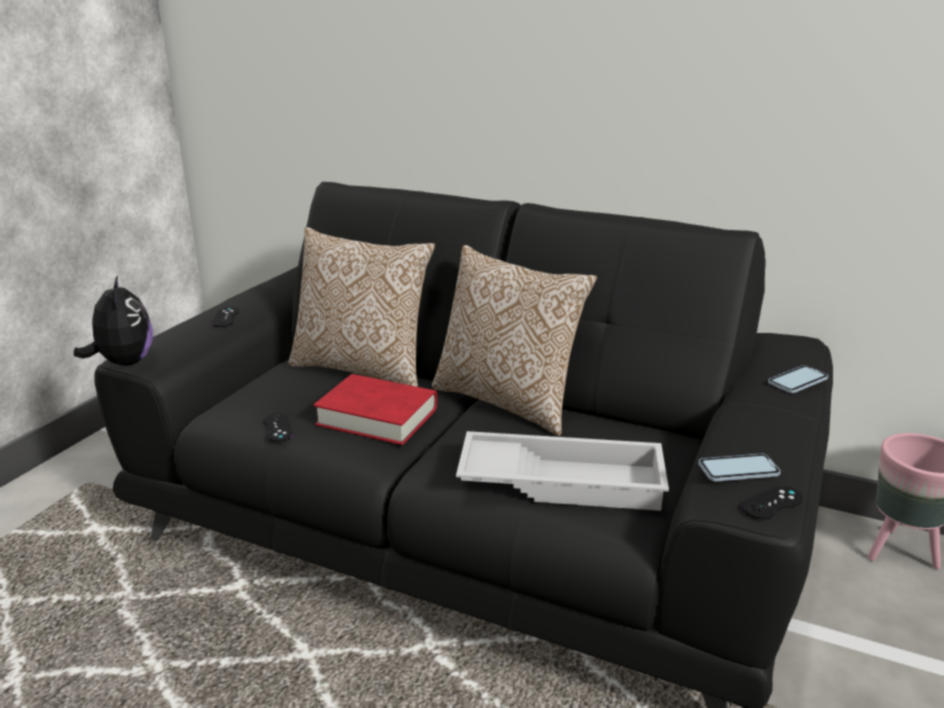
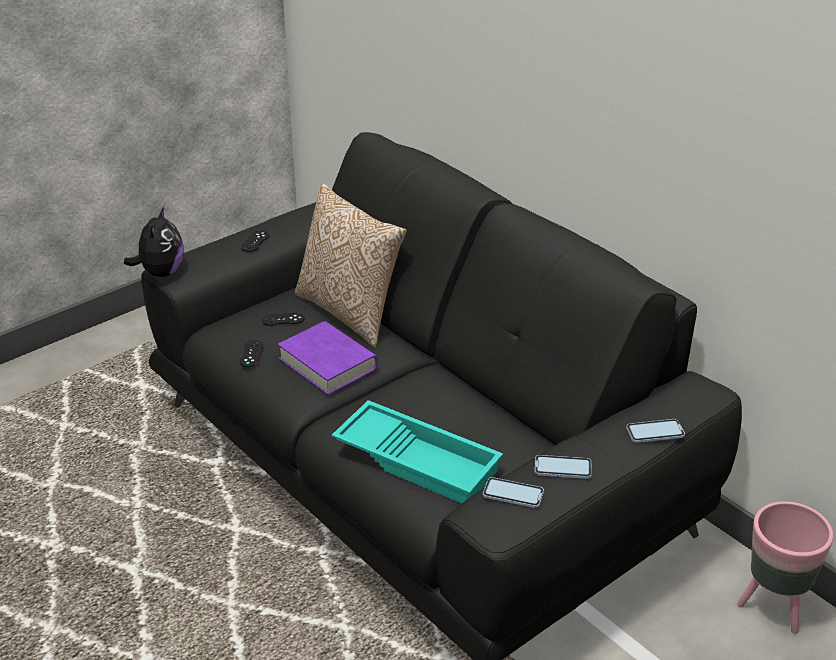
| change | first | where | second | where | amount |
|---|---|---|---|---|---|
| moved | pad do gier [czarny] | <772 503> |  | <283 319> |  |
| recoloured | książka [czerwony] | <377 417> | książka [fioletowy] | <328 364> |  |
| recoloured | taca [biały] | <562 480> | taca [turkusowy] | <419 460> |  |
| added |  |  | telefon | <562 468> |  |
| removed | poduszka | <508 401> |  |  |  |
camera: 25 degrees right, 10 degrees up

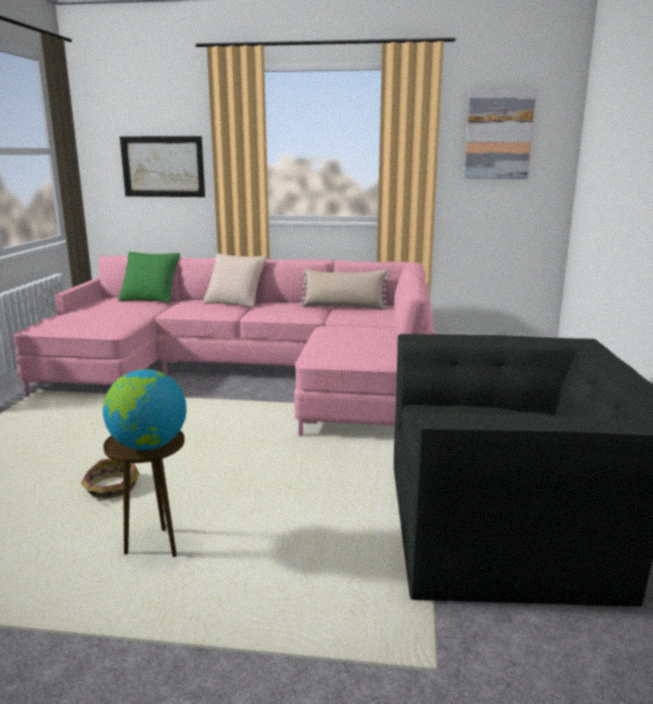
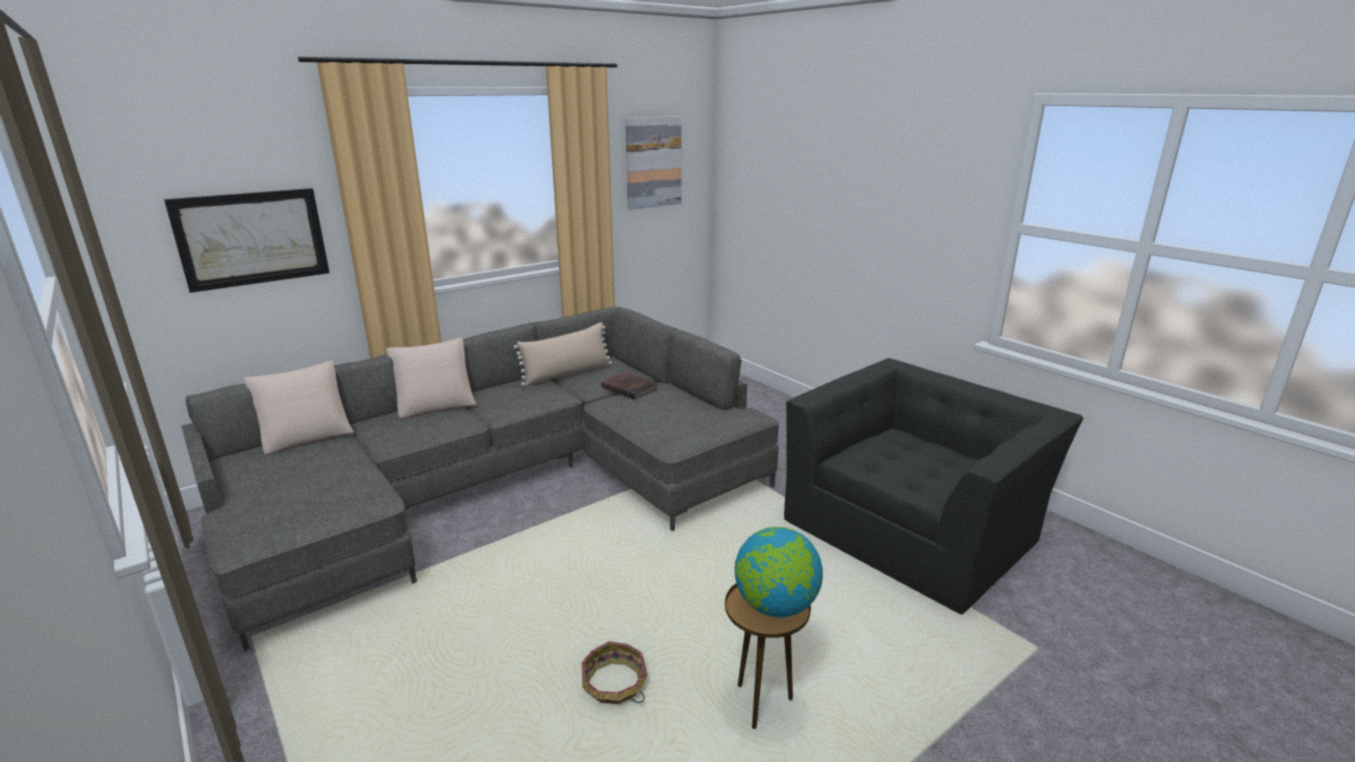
| change | first | where | second | where | amount |
|---|---|---|---|---|---|
| recoloured | kanapa [różowy] | <255 375> | kanapa [szary] | <505 485> |  |
| recoloured | poduszka [zielony] | <151 298> | poduszka [beżowy] | <306 435> |  |
| added |  |  | książka [brązowy] | <629 387> |  |
camera: 45 degrees left, 5 degrees up

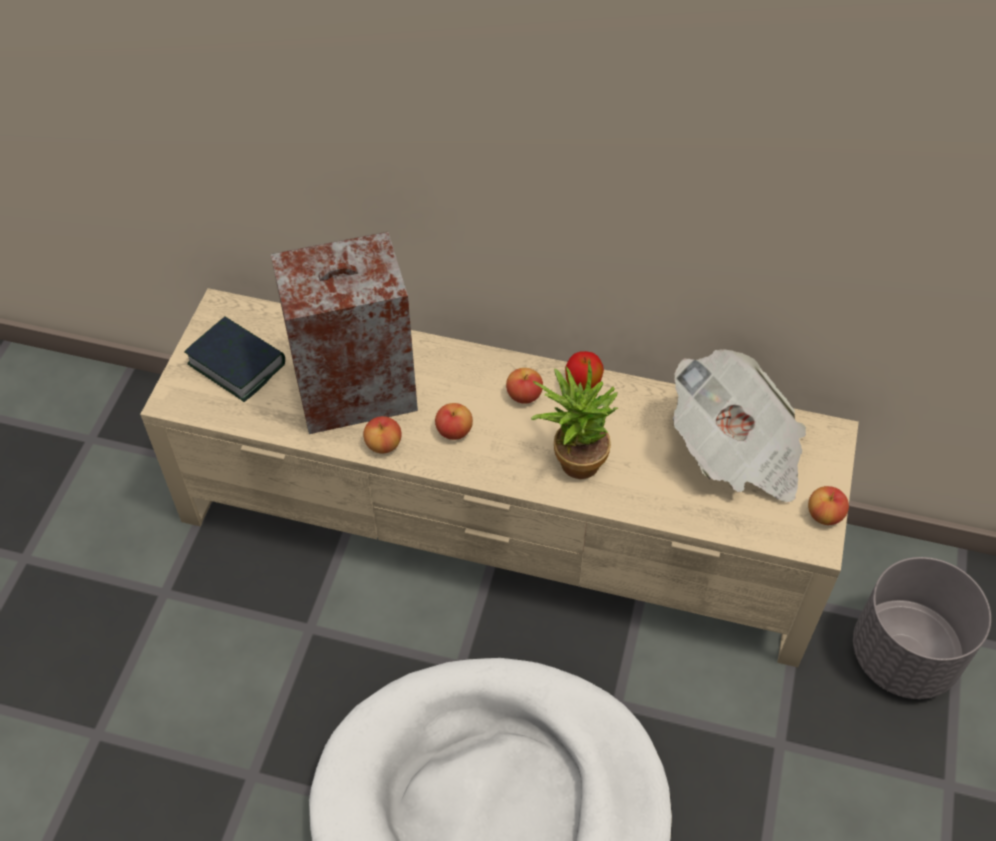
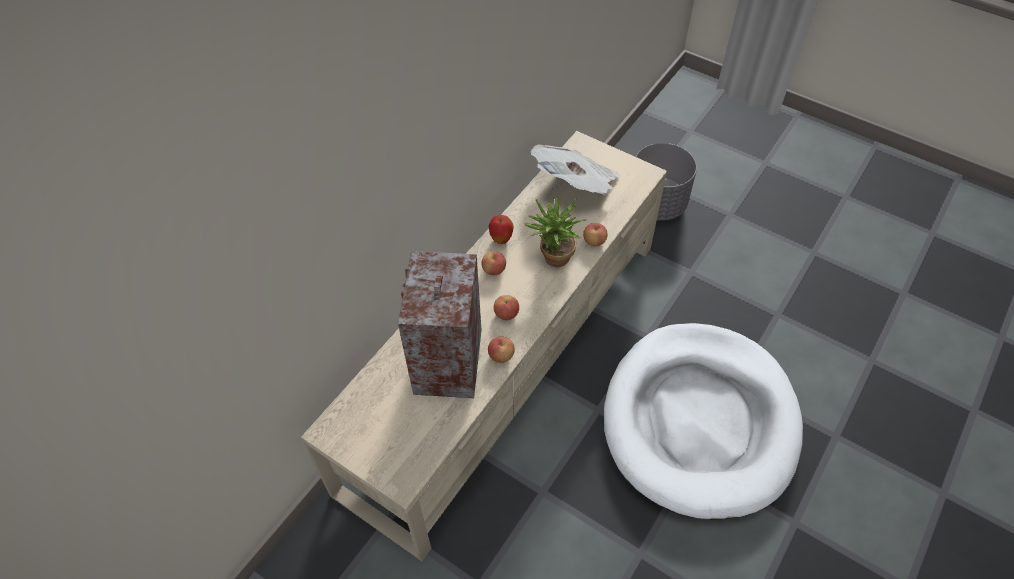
| change | first | where | second | where | amount |
|---|---|---|---|---|---|
| moved | jabłko | <824 515> |  | <594 241> |  |
| removed | książka | <237 364> |  |  |  |
camera: 70 degrees left, 0 degrees up

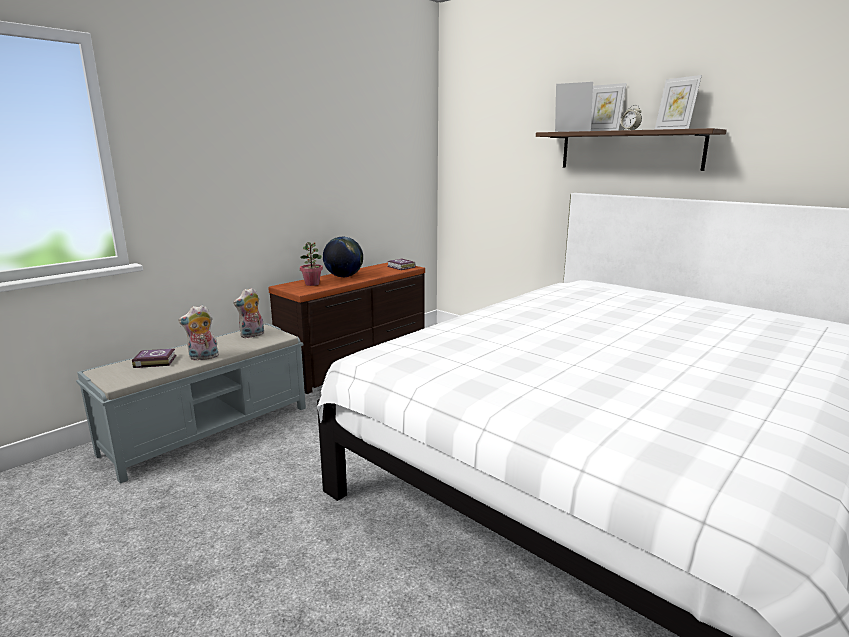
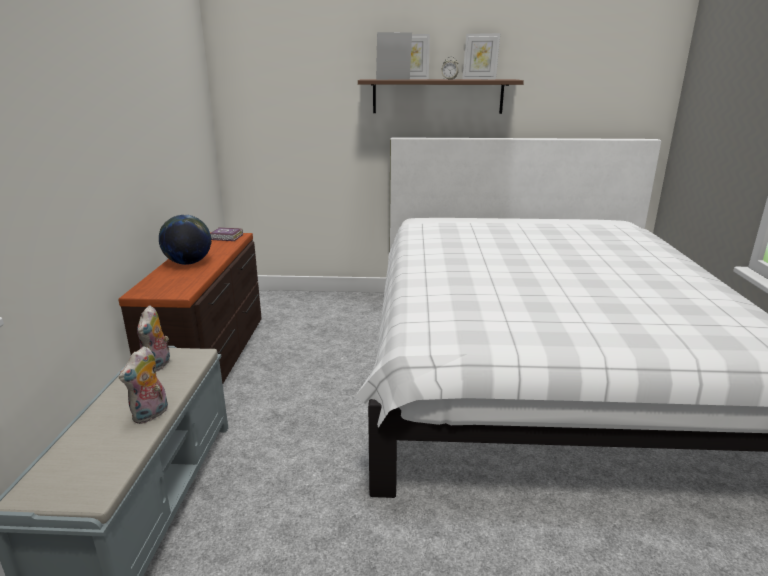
| change | first | where | second | where | amount |
|---|---|---|---|---|---|
| removed | książka | <154 361> |  |  |  |
| removed | roślina doniczkowa | <312 284> |  |  |  |
camera: 40 degrees left, 5 degrees up

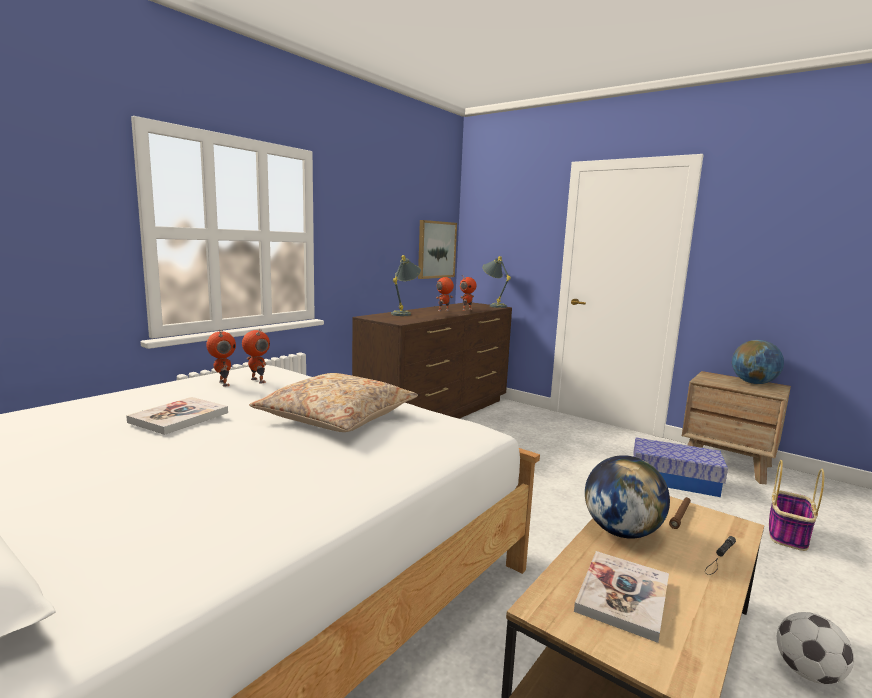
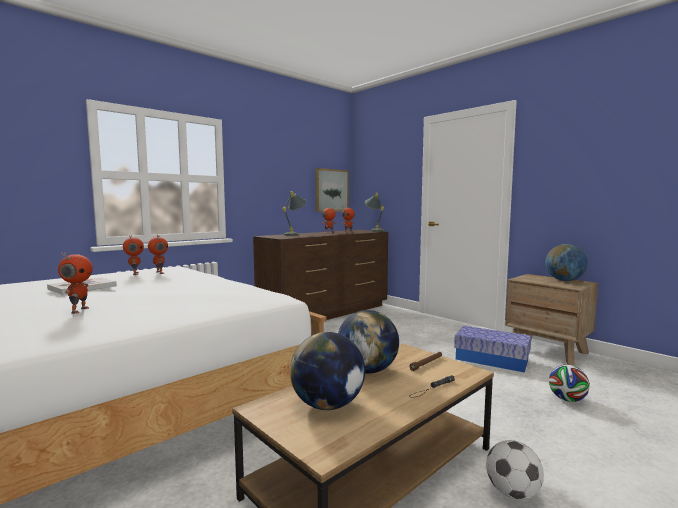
| change | first | where | second | where | amount |
|---|---|---|---|---|---|
| added |  |  | robot zabawkowy | <78 310> |  |
| replaced | książka | <623 596> | globus | <328 405> |  |
| replaced | koszyk | <787 534> | piłka futbolowa | <567 399> |  |
| removed | poduszka [beżowy] | <337 417> |  |  |  |
camera: 10 degrees right, 5 degrees down

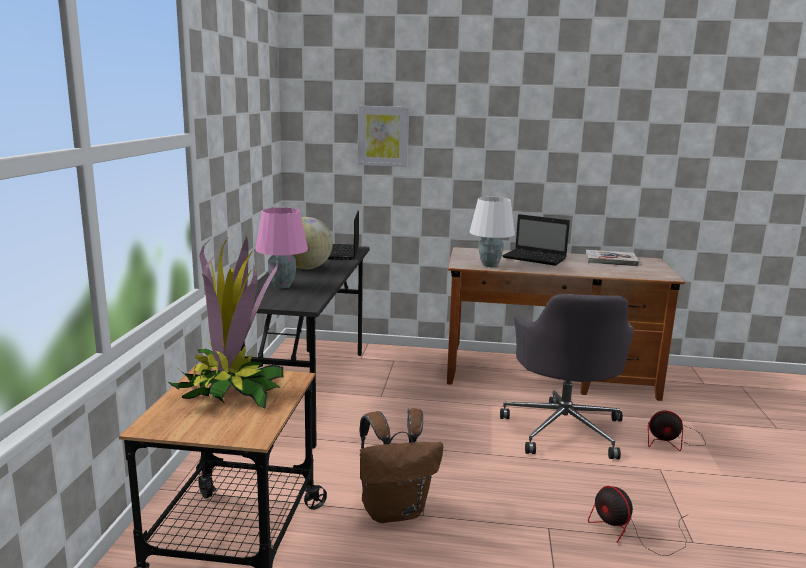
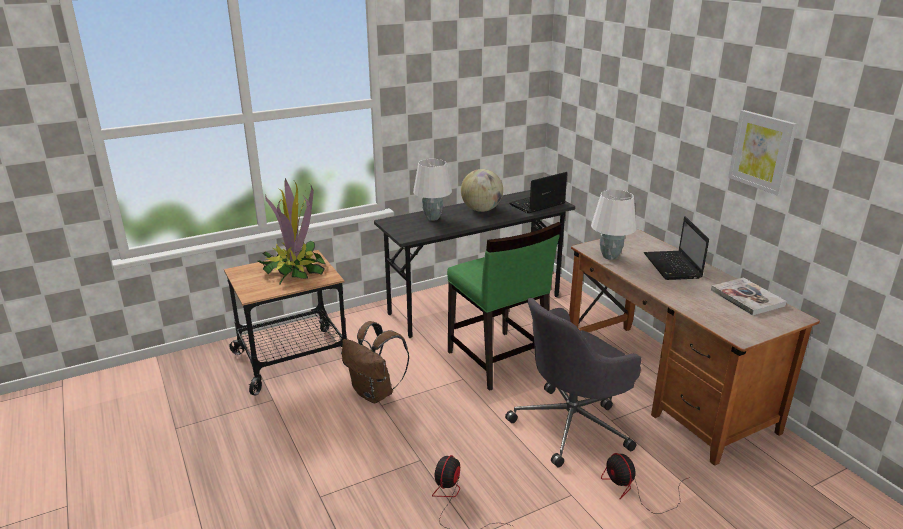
| change | first | where | second | where | amount |
|---|---|---|---|---|---|
| recoloured | lampa stołowa [różowy] | <283 286> | lampa stołowa [biały] | <432 218> |  |
| added |  |  | krzesło [zielony] | <497 360> |  |
| moved | obraz | <383 136> |  | <762 151> |  |
camera: 55 degrees right, 10 degrees up

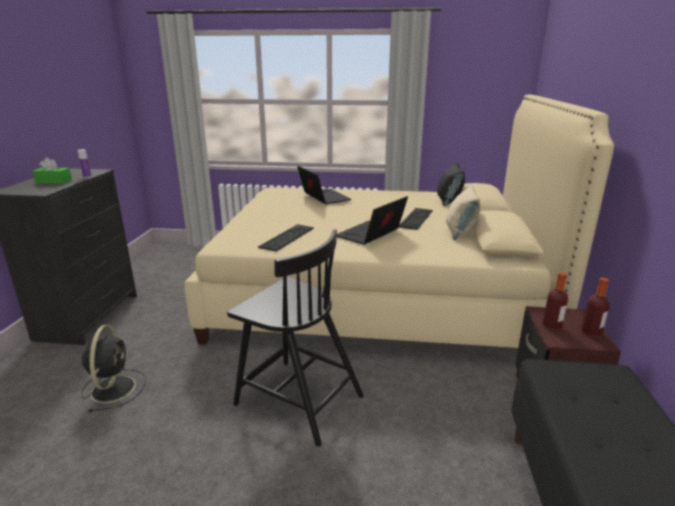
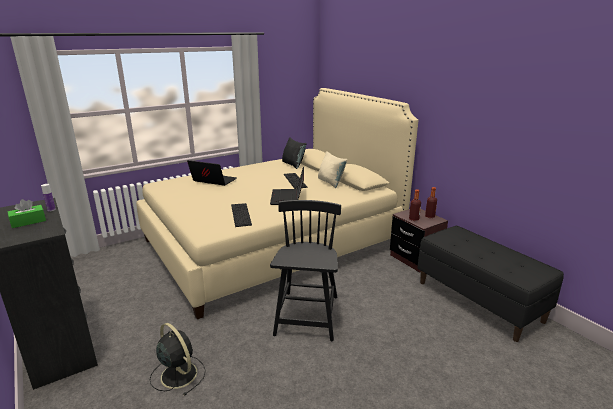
| change | first | where | second | where | amount |
|---|---|---|---|---|---|
| turned | krzesło [czarny] | <297 399> |  | <307 316> | 75 degrees counterclockwise |
camera: 40 degrees left, 0 degrees up

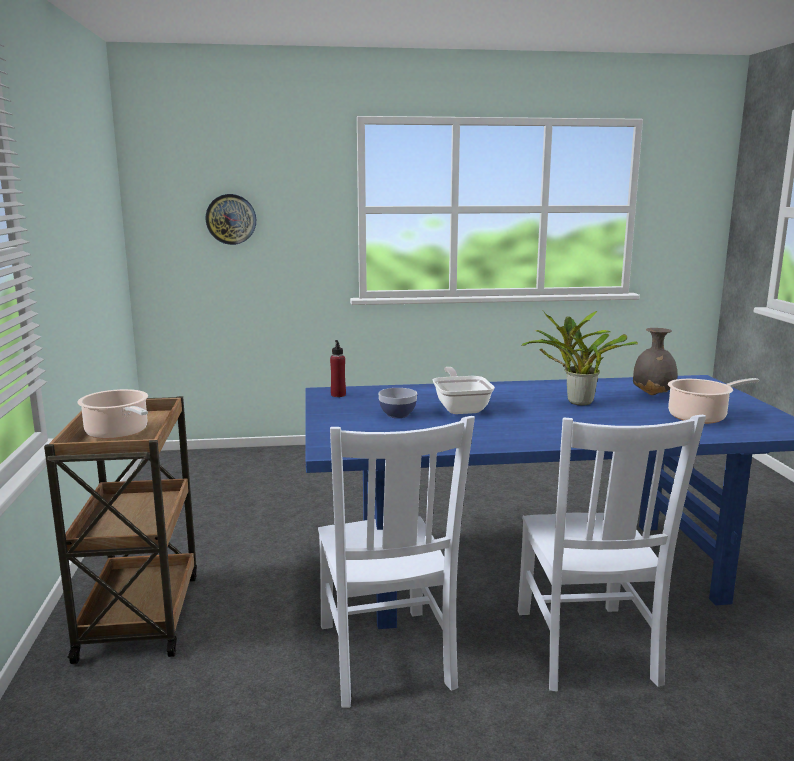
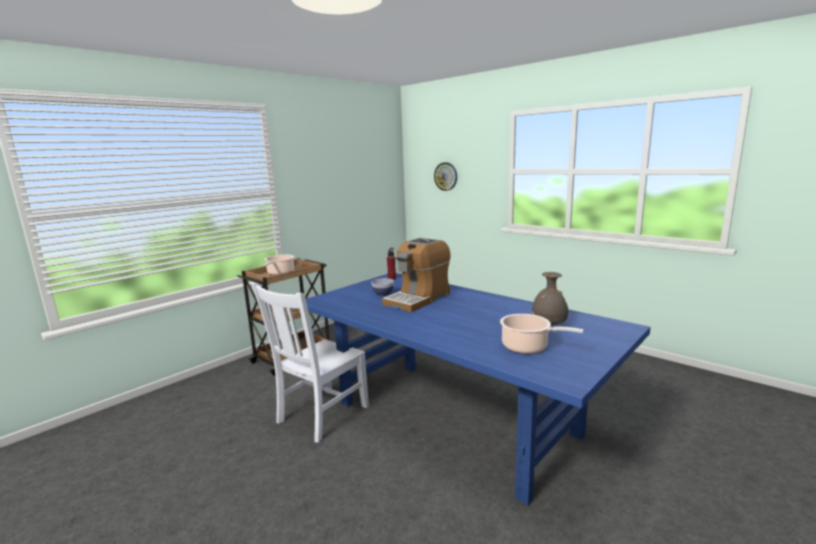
| change | first | where | second | where | amount |
|---|---|---|---|---|---|
| replaced | patelnia | <461 408> | ekspres do kawy | <418 299> |  |
| removed | krzesło [biały] | <586 649> |  |  |  |
| removed | roślina doniczkowa | <576 402> |  |  |  |
camera: 50 degrees right, 0 degrees up

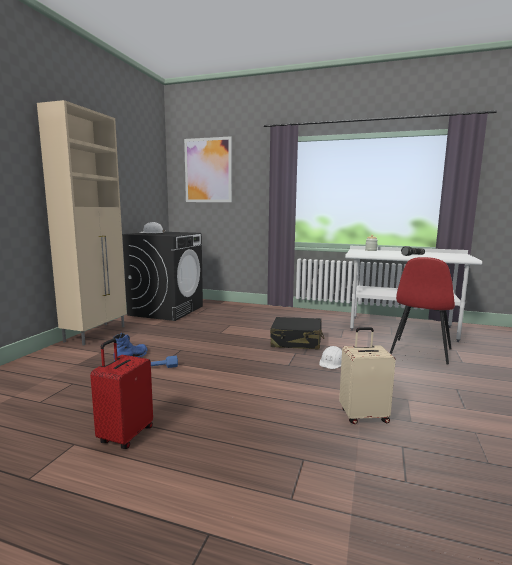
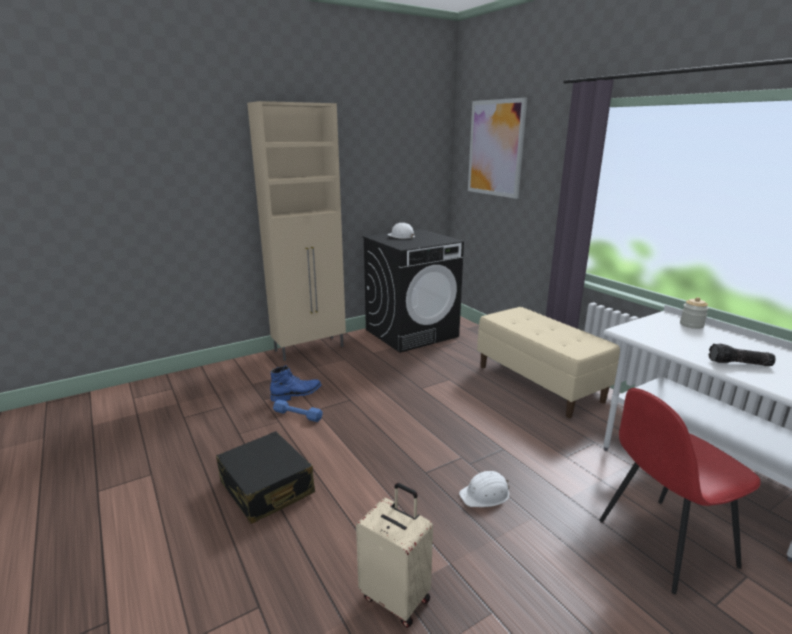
| change | first | where | second | where | amount |
|---|---|---|---|---|---|
| moved | walizka [czarny] | <296 342> |  | <266 488> |  |
| added |  |  | ławka [beżowy] | <539 383> |  |
| removed | walizka [czerwony] | <125 435> |  |  |  |
camera: 40 degrees right, 10 degrees up

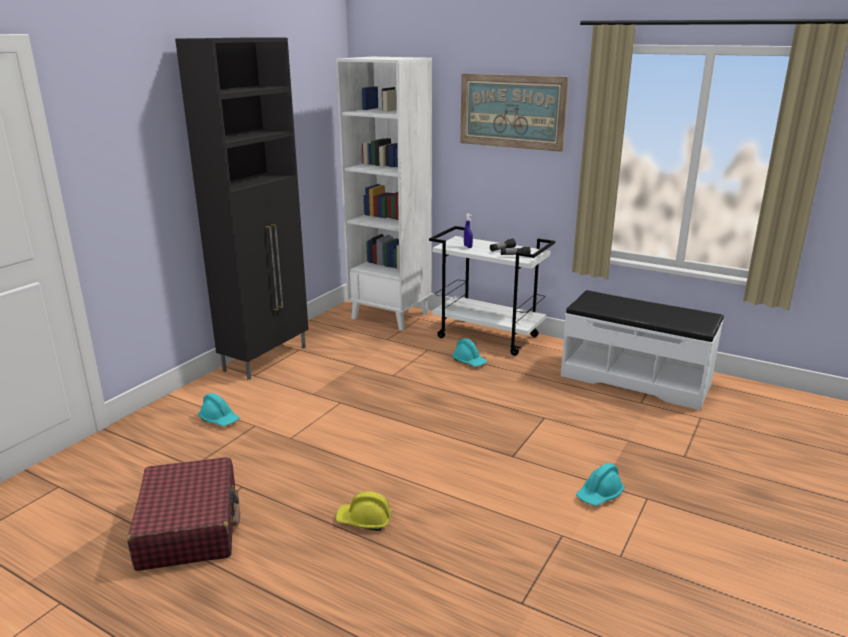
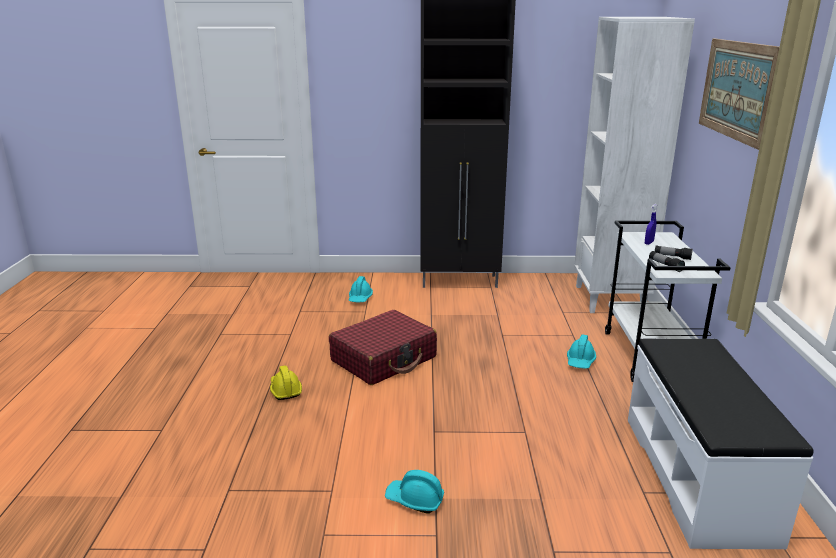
| change | first | where | second | where | amount |
|---|---|---|---|---|---|
| moved | walizka [czerwony] | <189 526> |  | <384 359> |  |
camera: 60 degrees right, 0 degrees up

